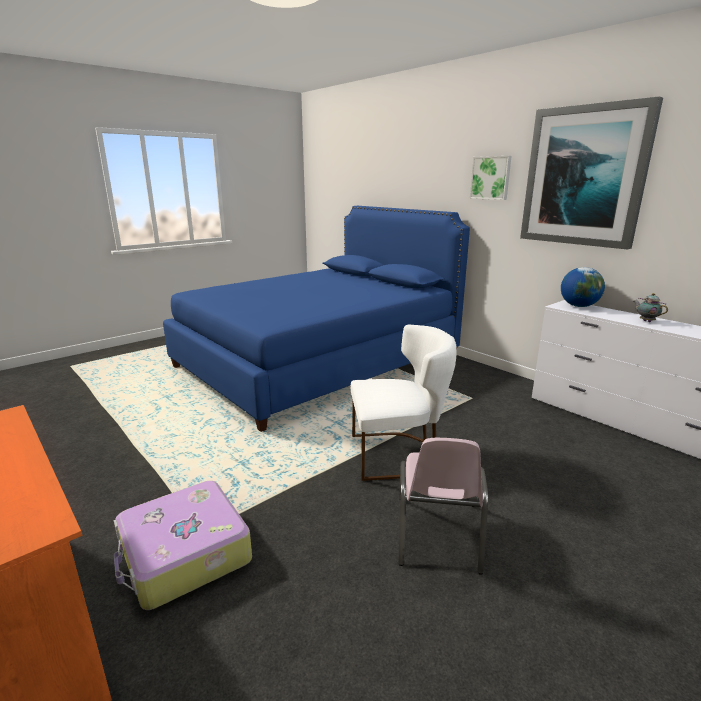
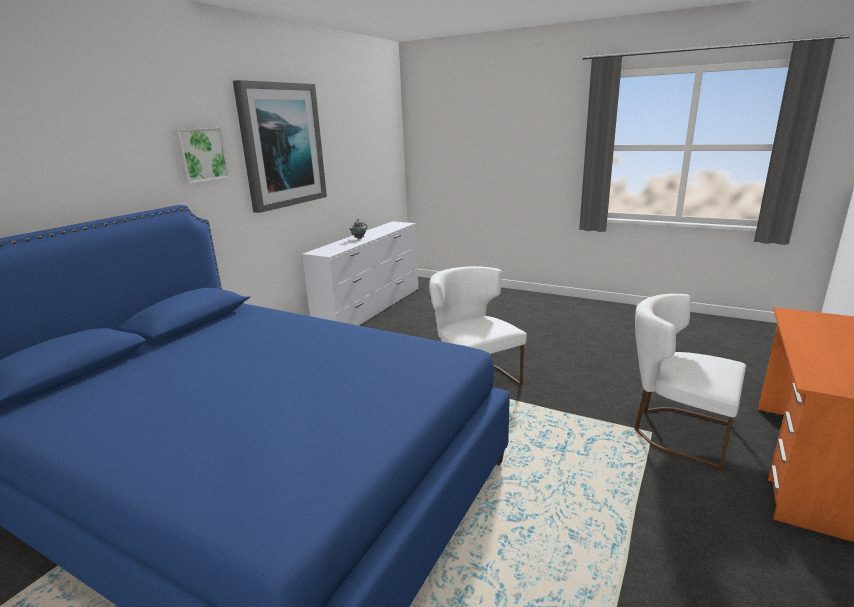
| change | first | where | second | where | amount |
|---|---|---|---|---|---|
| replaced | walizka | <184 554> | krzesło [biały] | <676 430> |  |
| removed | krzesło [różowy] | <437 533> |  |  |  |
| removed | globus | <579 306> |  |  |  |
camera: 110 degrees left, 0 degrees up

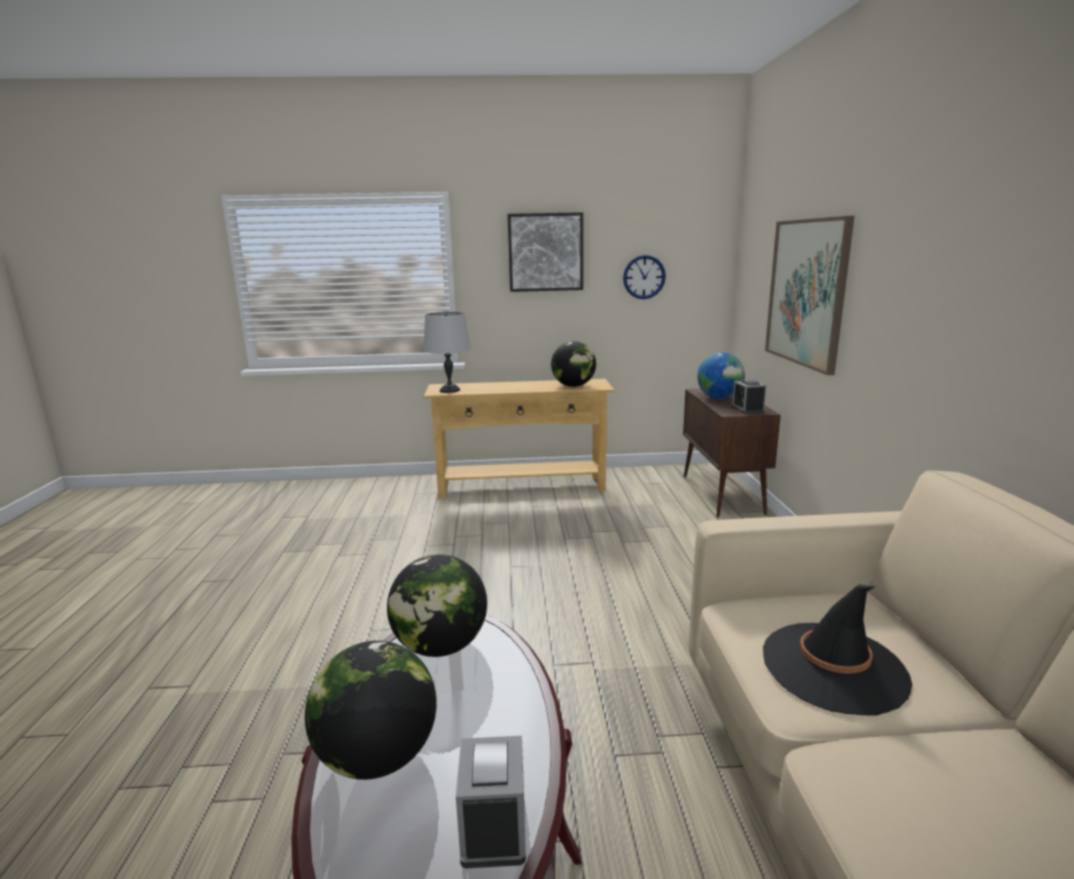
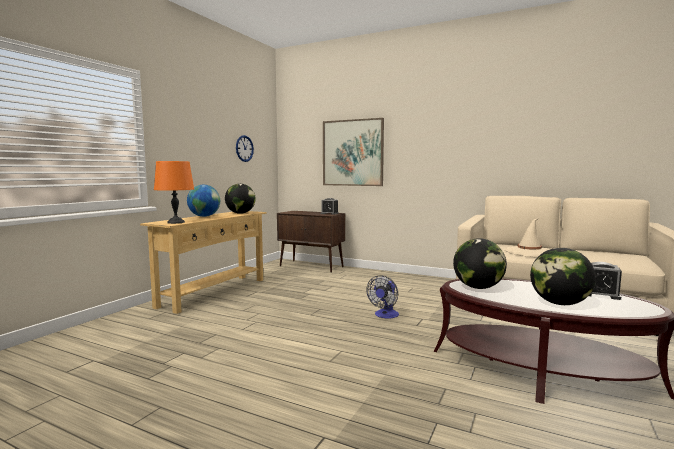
| change | first | where | second | where | amount |
|---|---|---|---|---|---|
| recoloured | lampa stołowa [szary] | <450 390> | lampa stołowa [pomarańczowy] | <175 222> |  |
| moved | globus | <719 398> |  | <204 216> |  |
| added |  |  | wentylator | <385 315> |  |
| recoloured | kapelusz [czarny] | <833 667> | kapelusz [beżowy] | <529 253> |  |
| removed | obraz | <545 252> |  |  |  |
camera: 60 degrees left, 10 degrees down

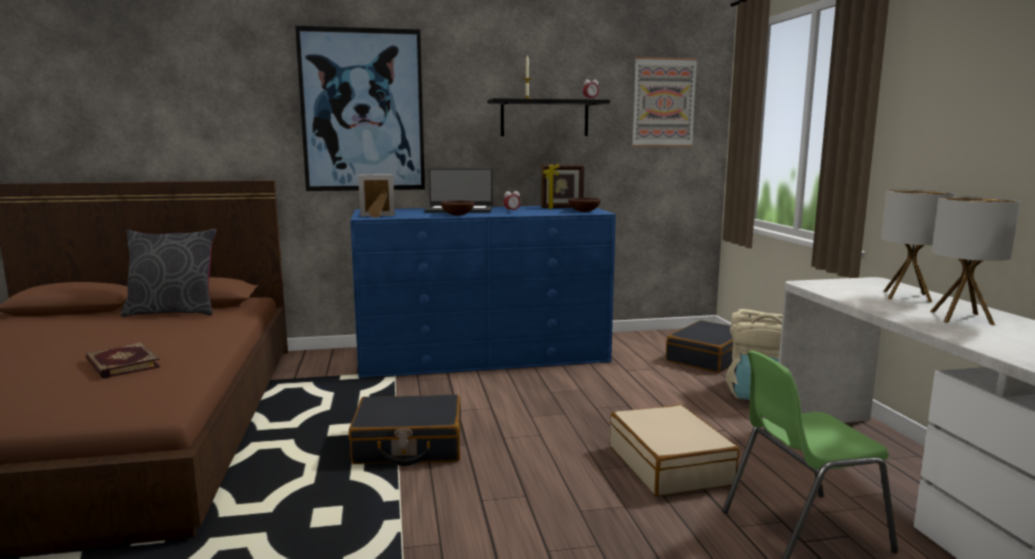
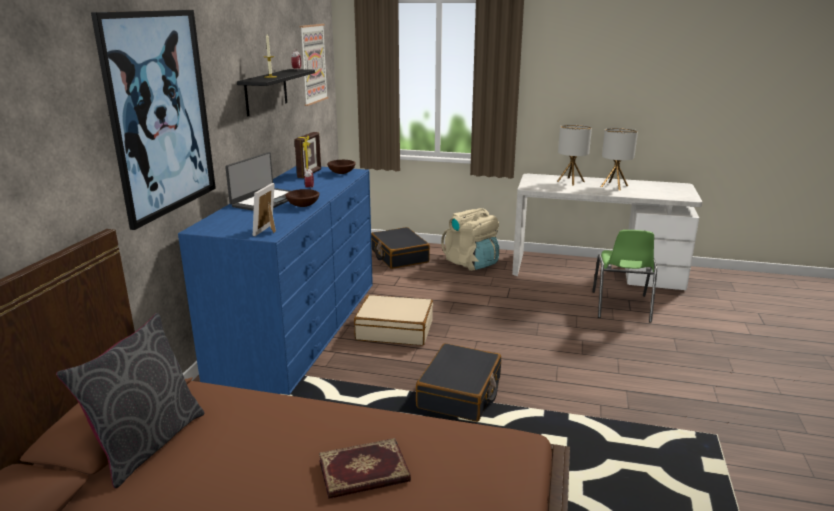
| change | first | where | second | where | amount |
|---|---|---|---|---|---|
| moved | walizka [beżowy] | <670 465> |  | <395 330> |  |
camera: 65 degrees left, 10 degrees up

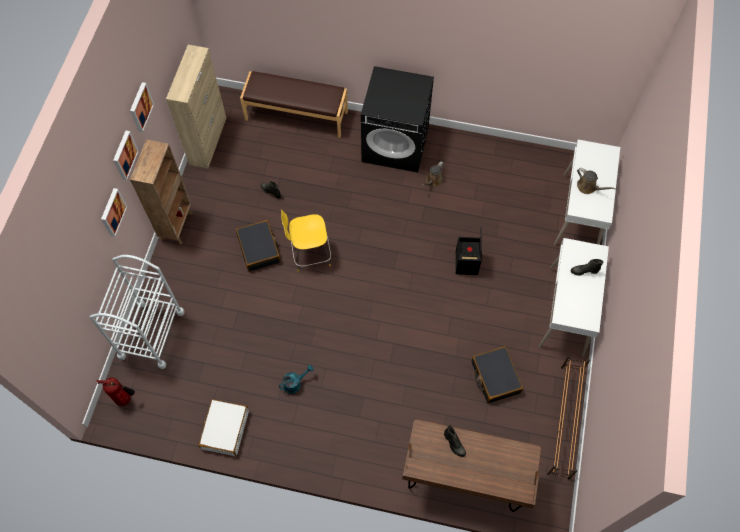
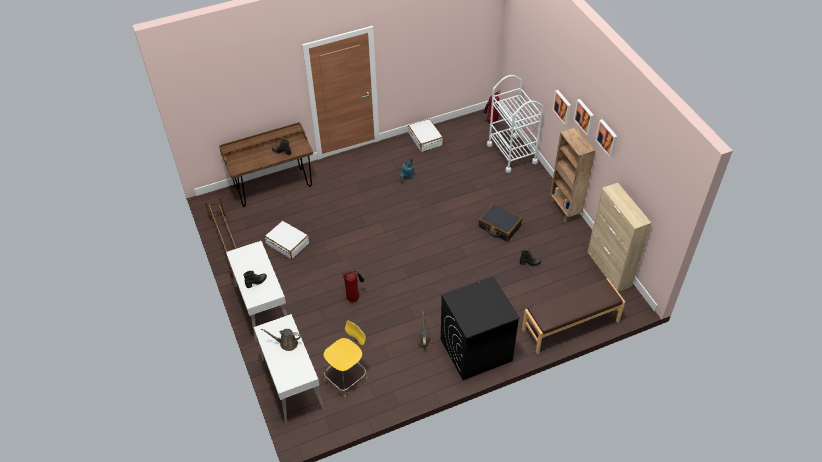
| change | first | where | second | where | amount |
|---|---|---|---|---|---|
| recoloured | walizka [czarny] | <495 377> | walizka [biały] | <288 243> |  |
| moved | krzesło [żółty] | <309 254> |  | <347 377> |  |
| replaced | pojemnik do przechowywania [czarny] | <467 263> | gaśnica | <354 297> |  |
camera: 145 degrees right, 15 degrees down

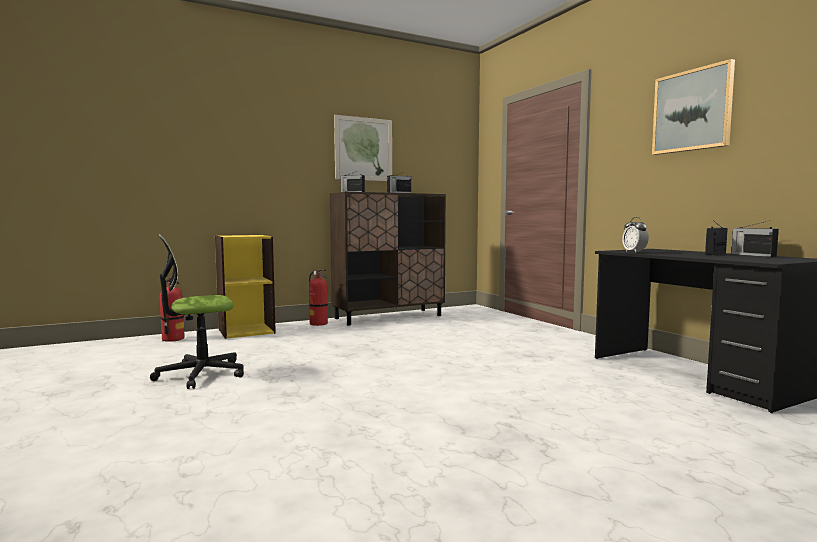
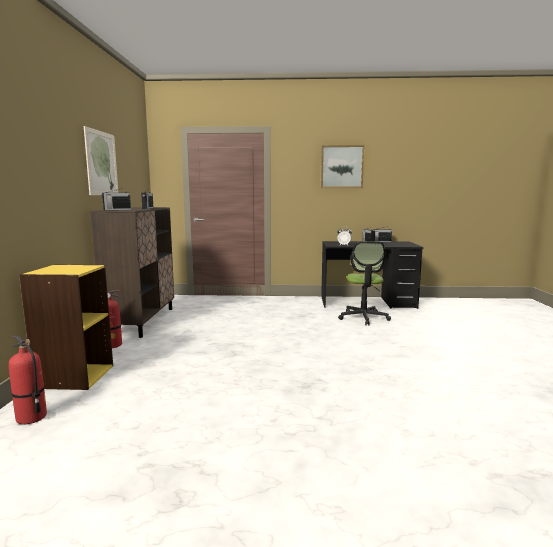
| change | first | where | second | where | amount |
|---|---|---|---|---|---|
| moved | krzesło biurowe | <200 374> |  | <363 318> |  |
camera: 60 degrees left, 5 degrees up

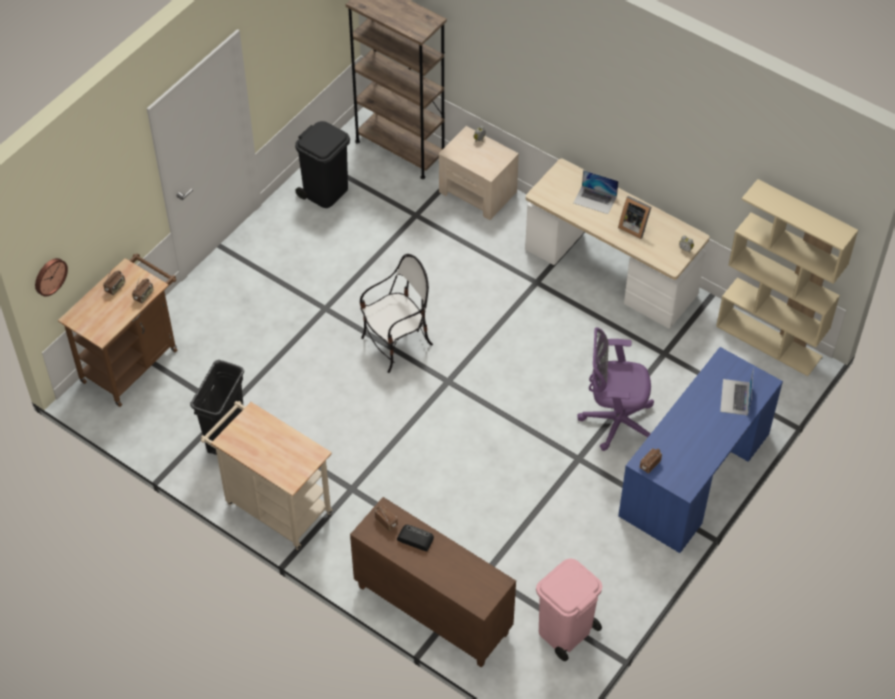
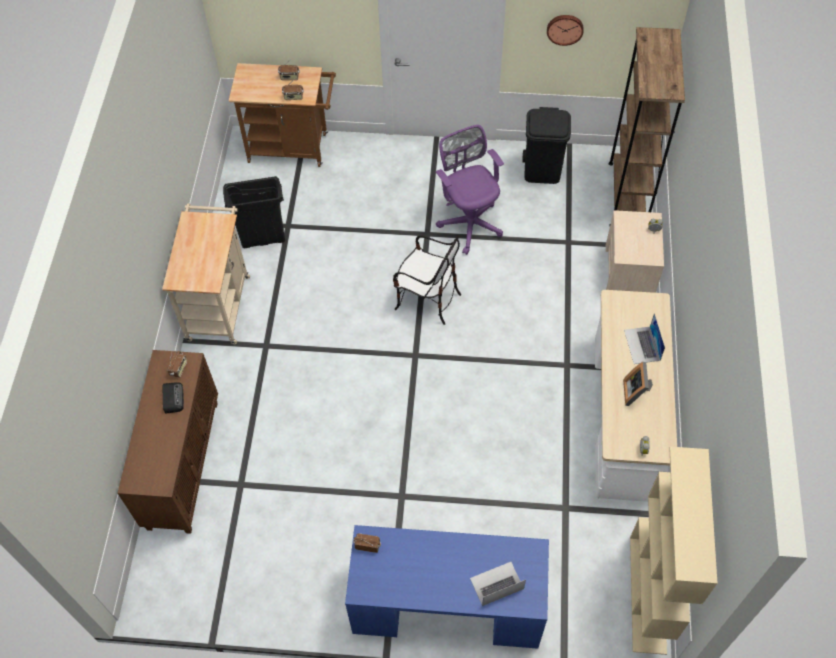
| change | first | where | second | where | amount |
|---|---|---|---|---|---|
| moved | krzesło biurowe [fioletowy] | <614 421> |  | <469 221> |  |
| moved | zegar ścienny | <49 276> |  | <565 28> |  |
| removed | kosz na śmieci [różowy] | <565 631> |  |  |  |
camera: 60 degrees right, 5 degrees up

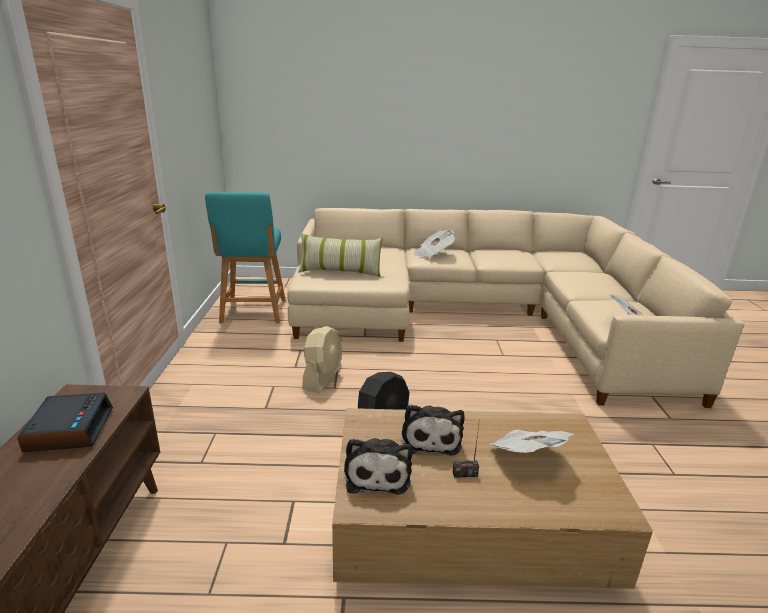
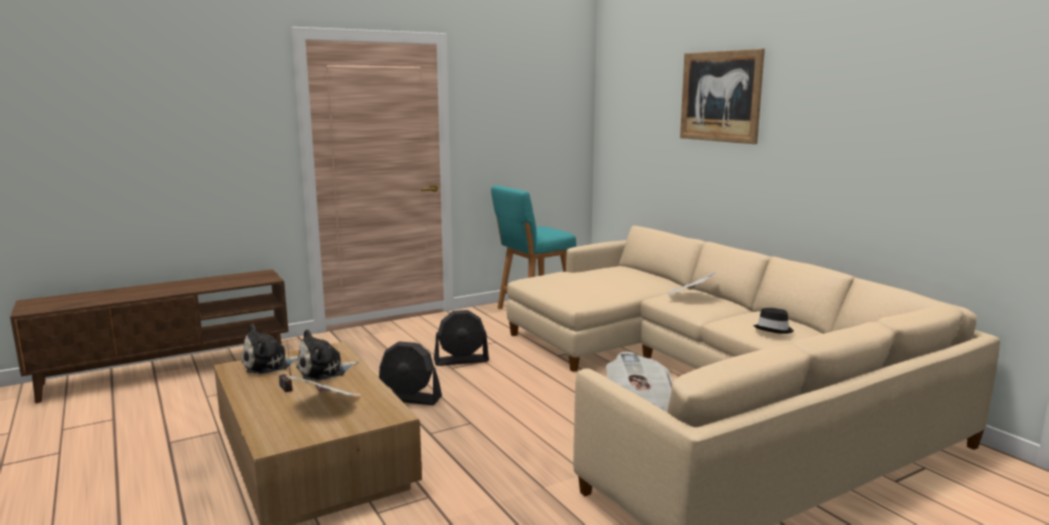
| change | first | where | second | where | amount |
|---|---|---|---|---|---|
| recoloured | wentylator [beżowy] | <322 378> | wentylator [czarny] | <461 360> |  |
| added |  |  | obraz | <720 96> |  |
| added |  |  | kapelusz [czarny] | <774 329> |  |
| removed | budzik | <69 429> |  |  |  |
| removed | poduszka | <340 271> |  |  |  |
camera: 60 degrees right, 10 degrees down

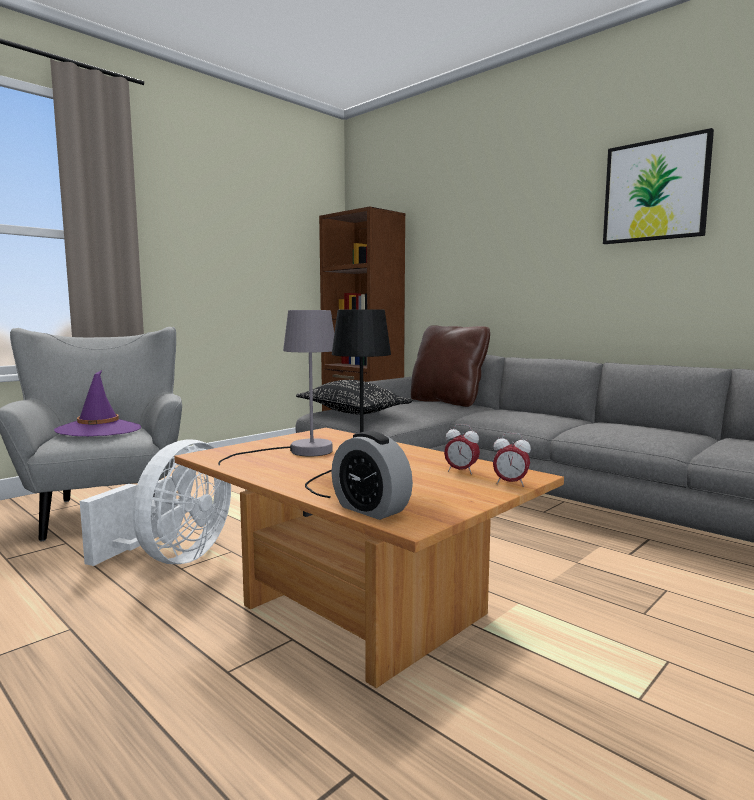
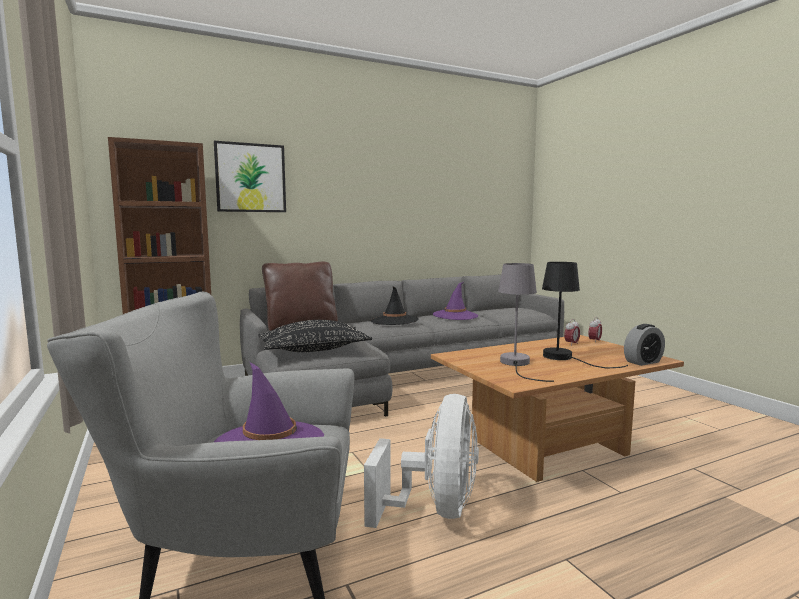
| change | first | where | second | where | amount |
|---|---|---|---|---|---|
| moved | obraz | <655 190> |  | <250 178> |  |
| turned | wentylator [biały] | <173 558> |  | <436 509> | 60 degrees clockwise |
| added |  |  | kapelusz [czarny] | <394 321> |  |
| added |  |  | kapelusz [fioletowy] | <455 315> |  |
camera: 70 degrees left, 0 degrees up

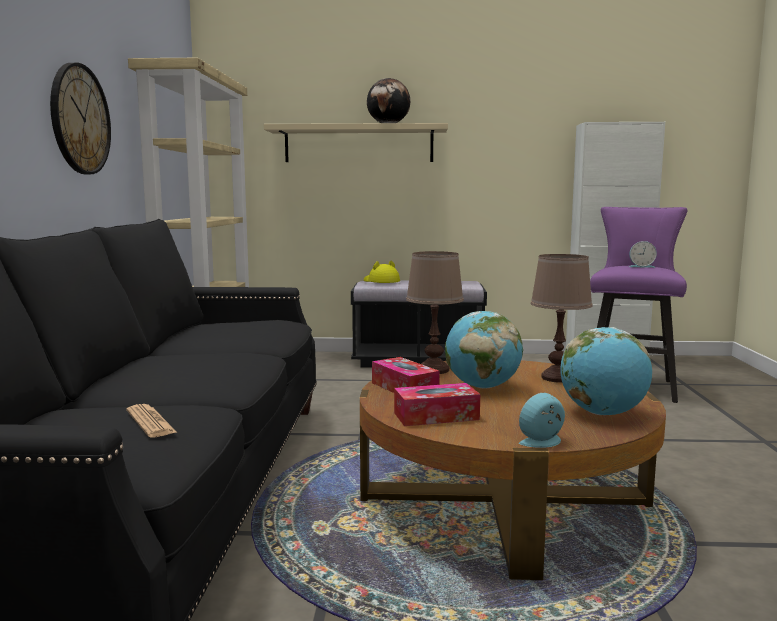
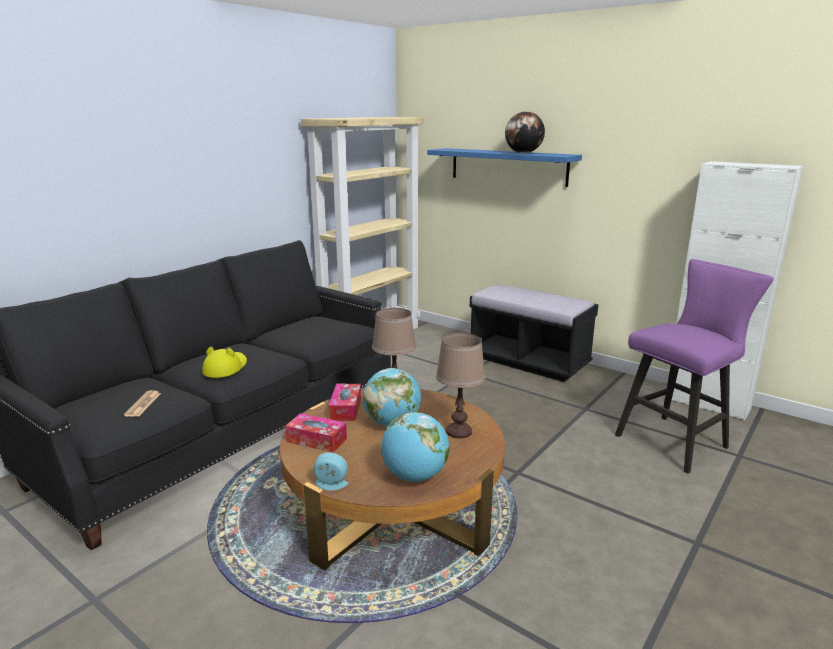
| change | first | where | second | where | amount |
|---|---|---|---|---|---|
| moved | kapelusz [żółty] | <380 282> |  | <225 368> |  |
| recoloured | półka [beżowy] | <358 144> | półka [niebieski] | <508 166> |  |
| removed | zegar ścienny | <80 119> |  |  |  |
| removed | budzik | <641 266> |  |  |  |
camera: 35 degrees right, 10 degrees up

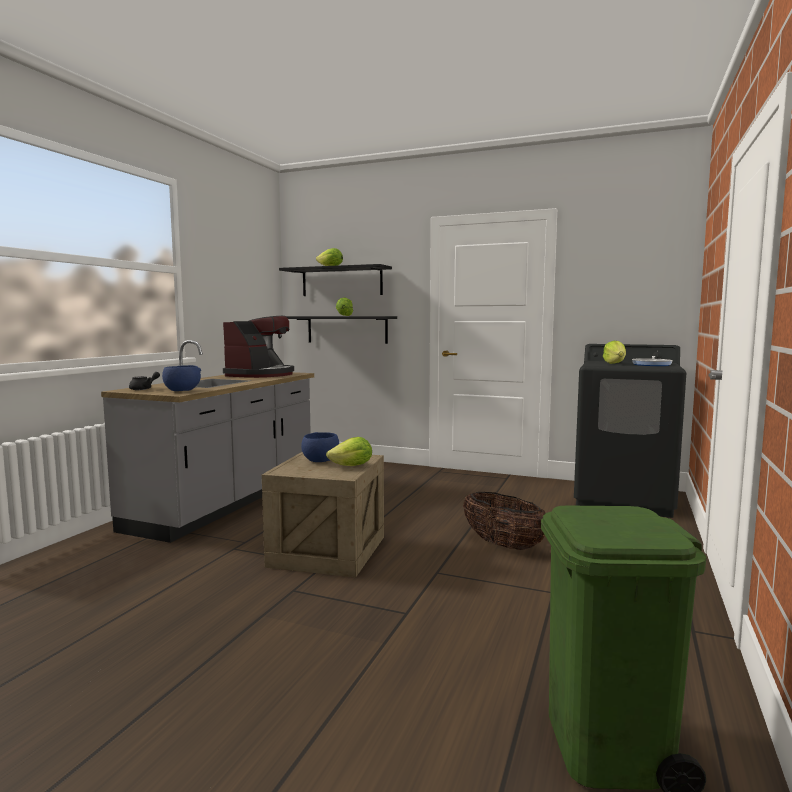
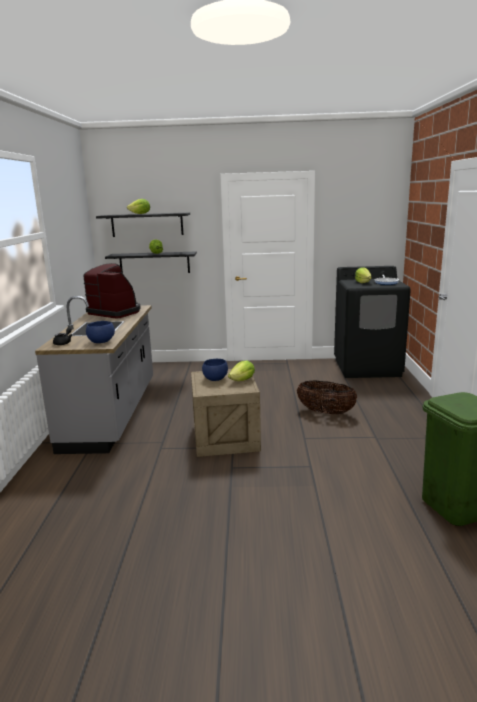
| change | first | where | second | where | amount |
|---|---|---|---|---|---|
| turned | ekspres do kawy | <261 375> |  | <115 312> | 60 degrees counterclockwise |
camera: 20 degrees left, 10 degrees up

